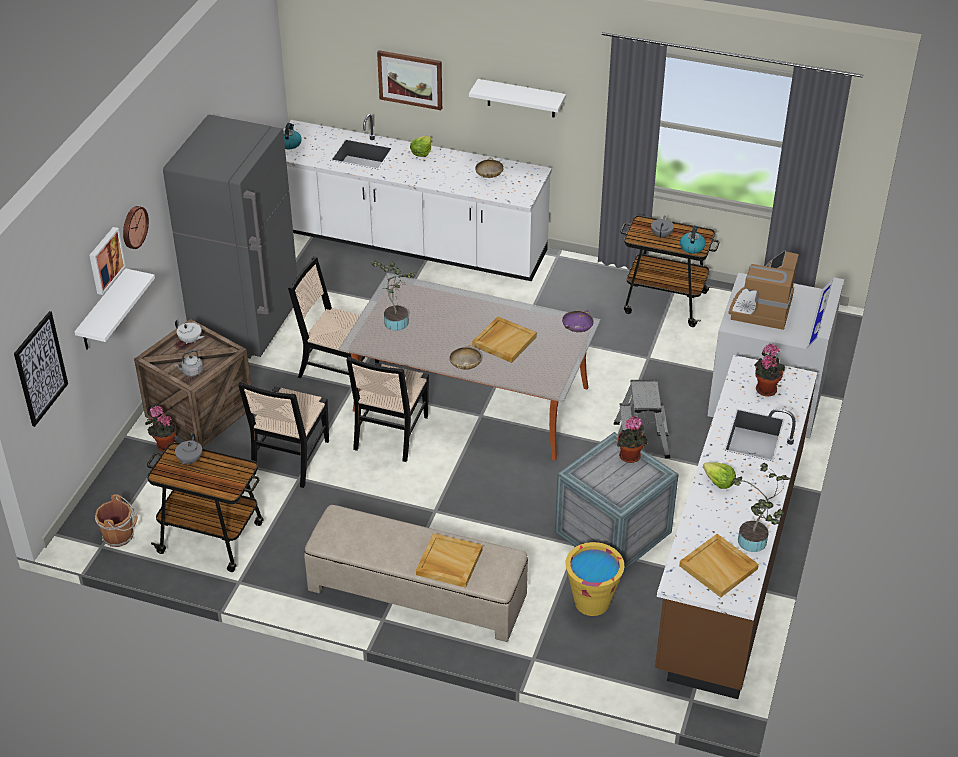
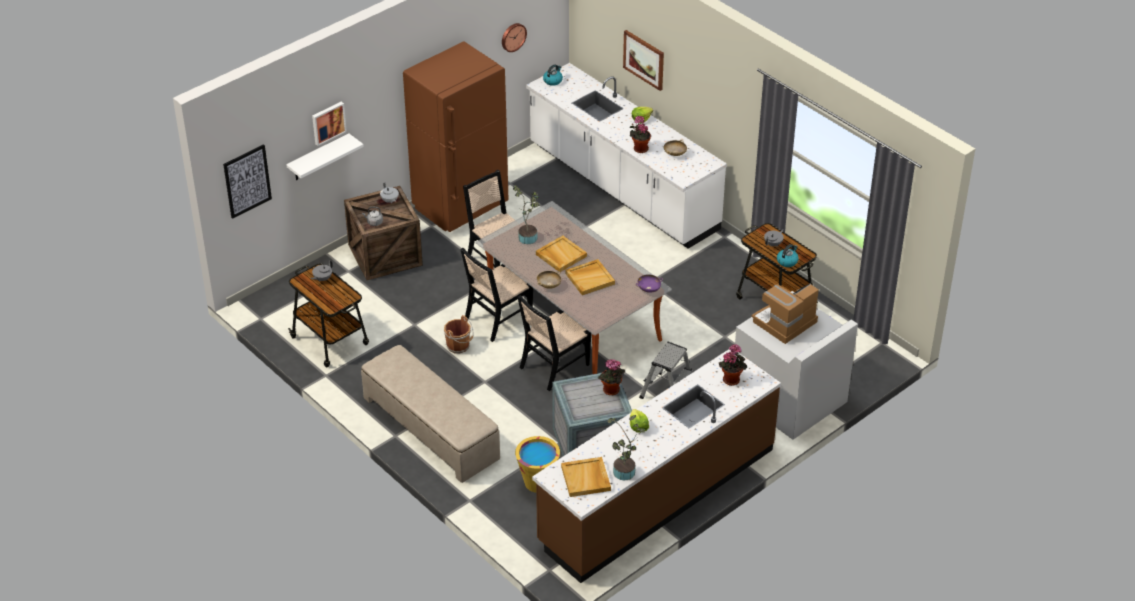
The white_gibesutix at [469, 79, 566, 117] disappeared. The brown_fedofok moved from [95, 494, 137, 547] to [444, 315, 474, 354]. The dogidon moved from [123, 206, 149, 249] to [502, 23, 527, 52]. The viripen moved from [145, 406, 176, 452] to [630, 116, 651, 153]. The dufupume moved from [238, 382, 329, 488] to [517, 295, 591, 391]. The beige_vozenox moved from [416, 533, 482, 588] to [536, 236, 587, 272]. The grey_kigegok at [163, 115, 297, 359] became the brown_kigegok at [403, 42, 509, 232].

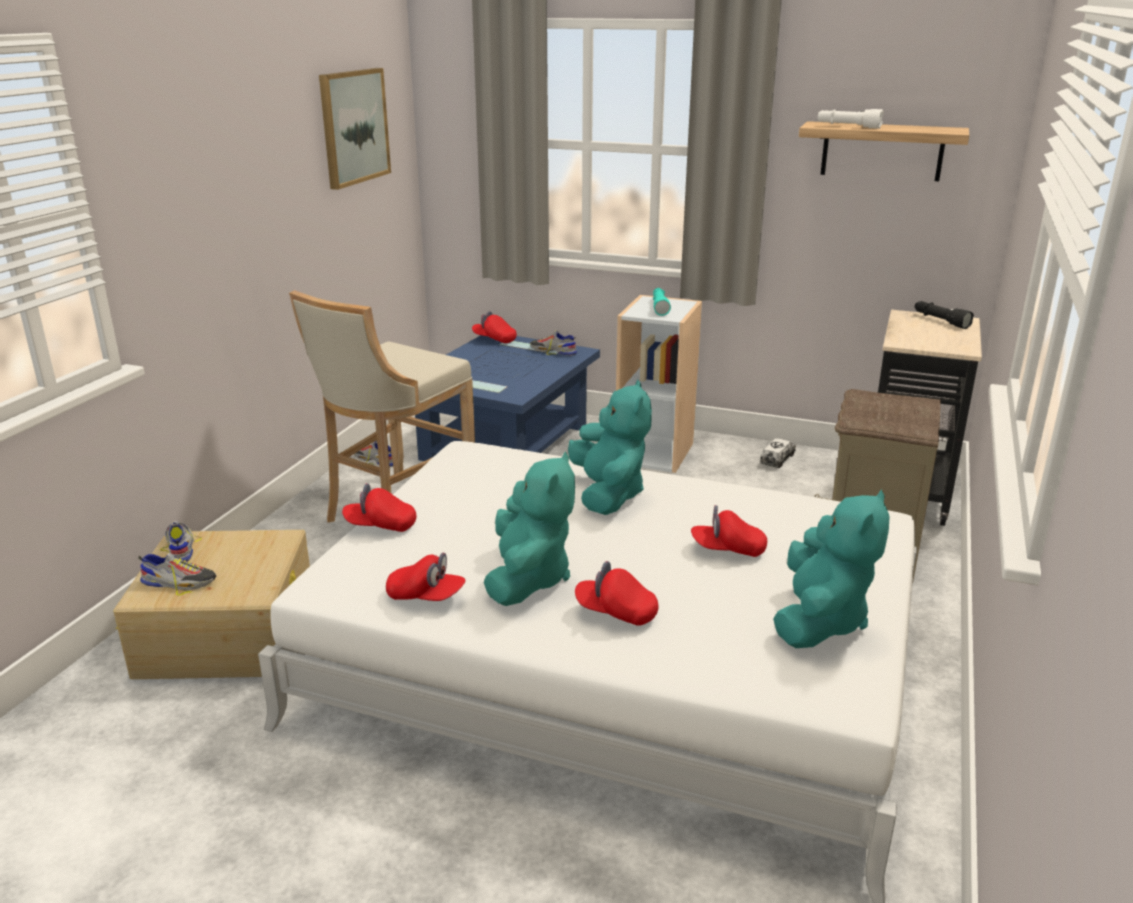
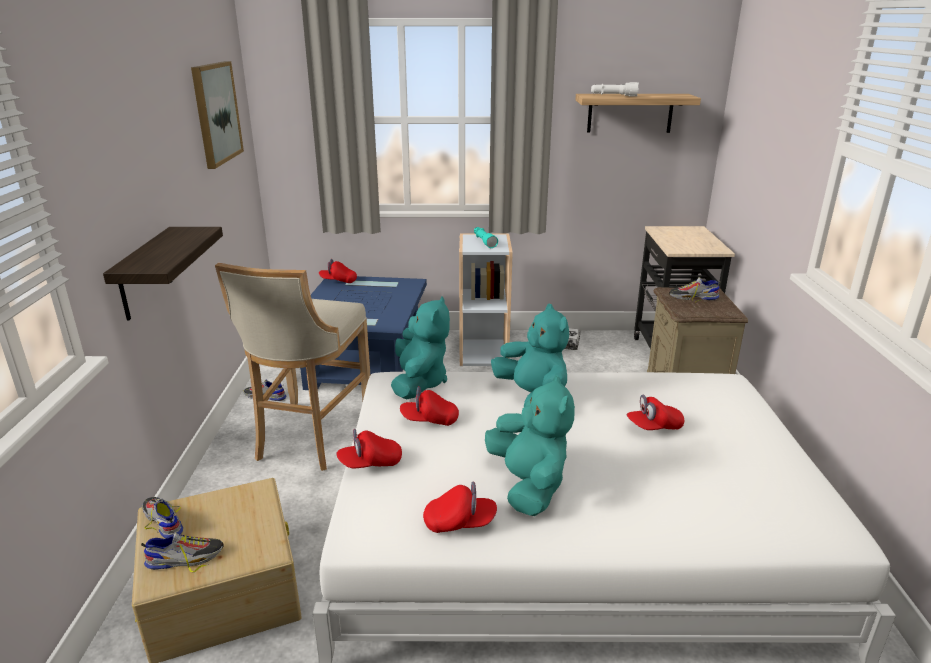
The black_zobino at [915, 301, 974, 329] disappeared. The gibesutix at [103, 227, 223, 321] appeared. The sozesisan moved from [530, 331, 577, 356] to [669, 277, 721, 302]. The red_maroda moved from [575, 561, 658, 626] to [400, 386, 459, 426]. The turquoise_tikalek moved from [773, 489, 890, 648] to [391, 296, 450, 400].

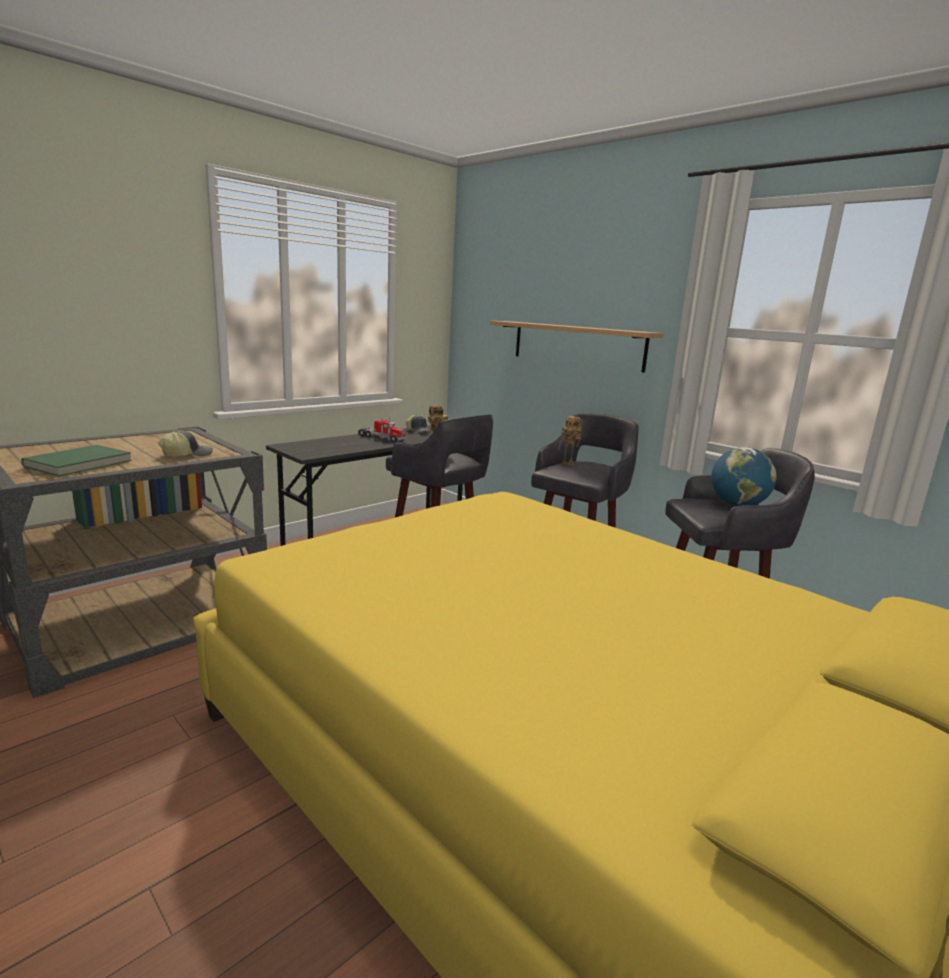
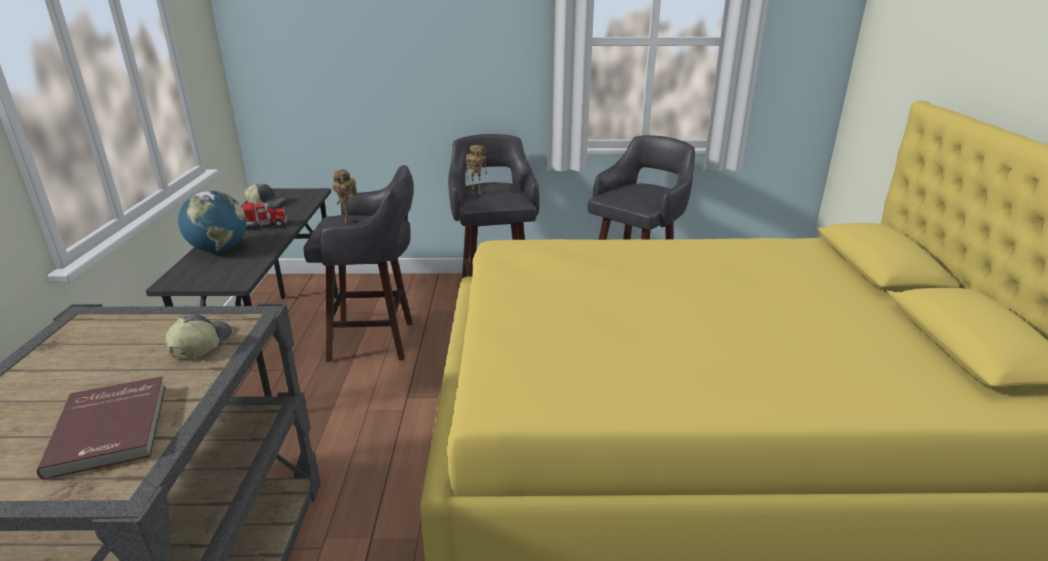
The gibesutix at [490, 321, 664, 373] disappeared. The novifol moved from [711, 447, 776, 506] to [178, 191, 246, 252]. The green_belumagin at [21, 445, 132, 476] became the red_belumagin at [37, 377, 165, 480].

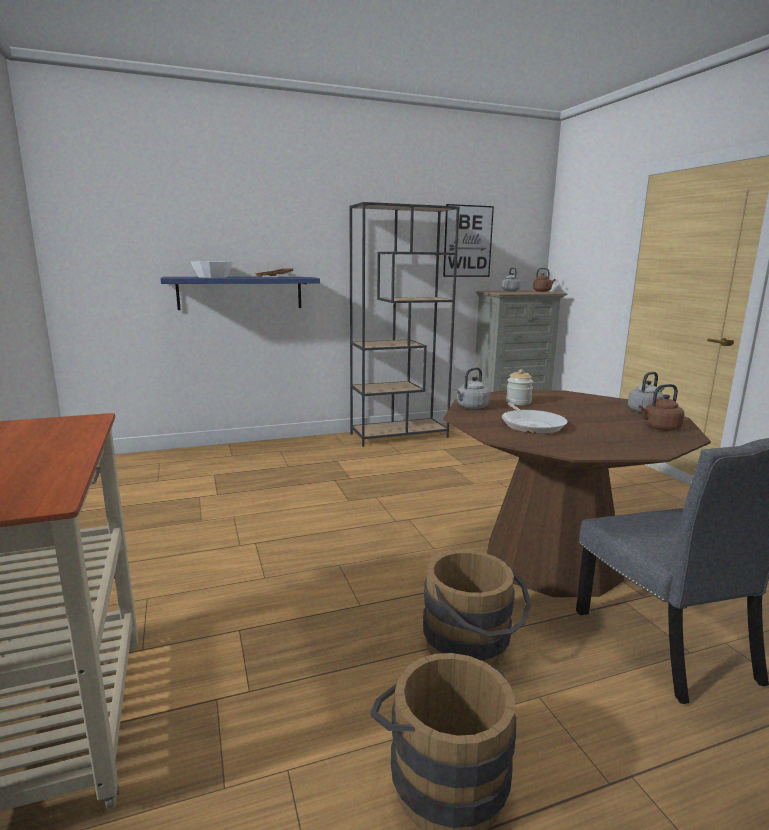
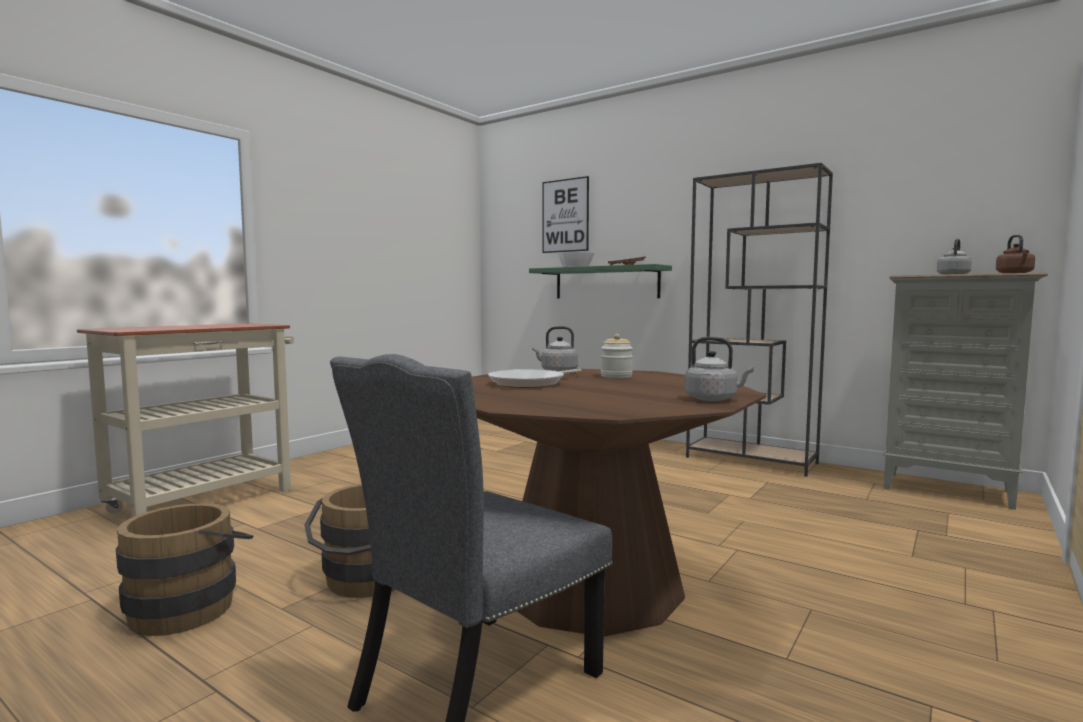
The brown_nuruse at [639, 384, 684, 431] disappeared. The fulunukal moved from [443, 204, 494, 277] to [542, 176, 589, 253]. The blue_gibesutix at [161, 277, 320, 310] became the green_gibesutix at [529, 264, 672, 298].

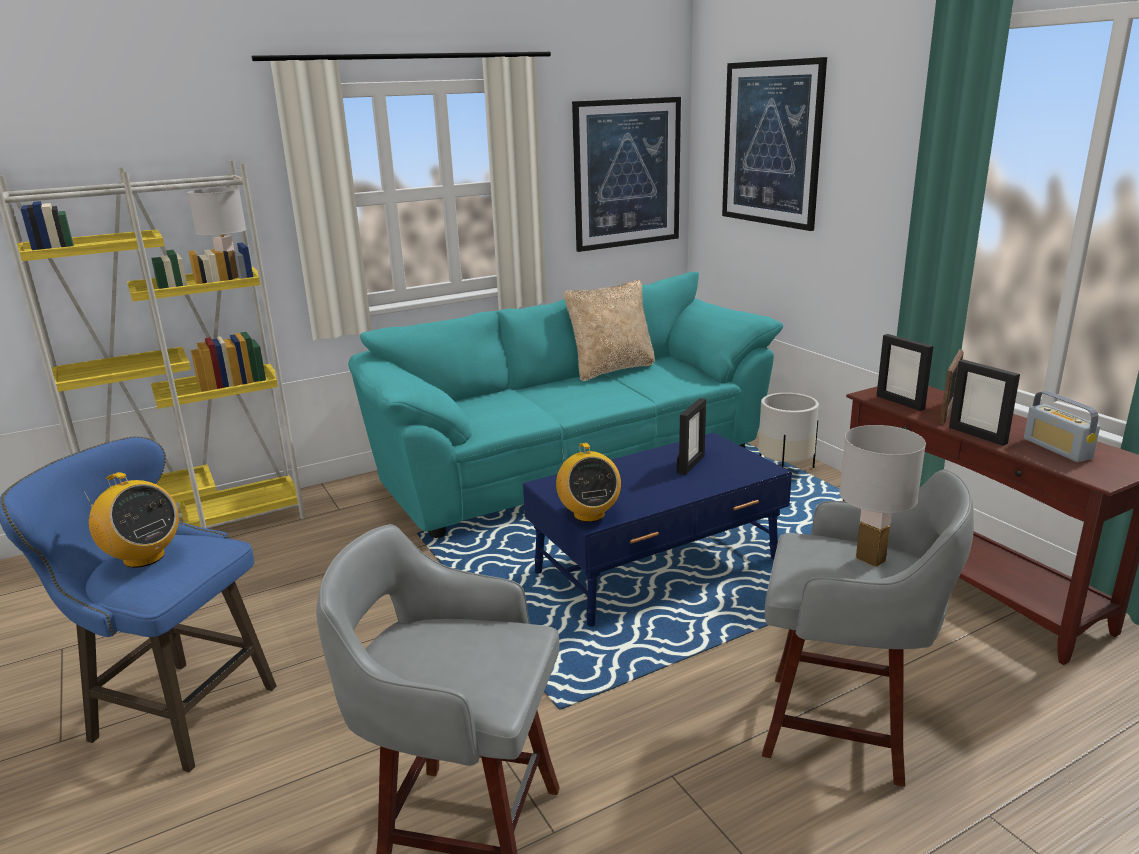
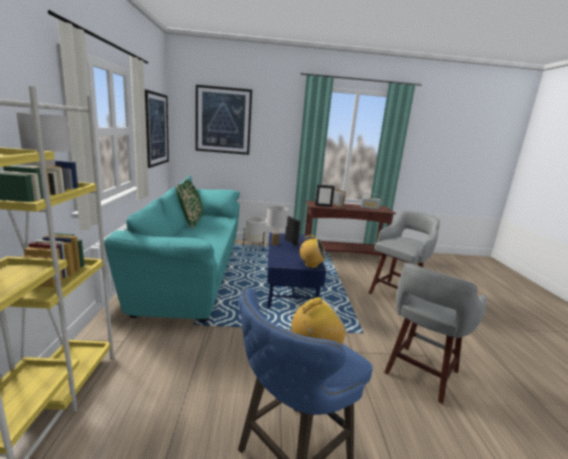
The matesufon at [949, 359, 1020, 446] disappeared. The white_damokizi moved from [839, 425, 926, 567] to [266, 206, 288, 245]. The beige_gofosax at [563, 279, 655, 381] became the green_gofosax at [176, 179, 203, 229].

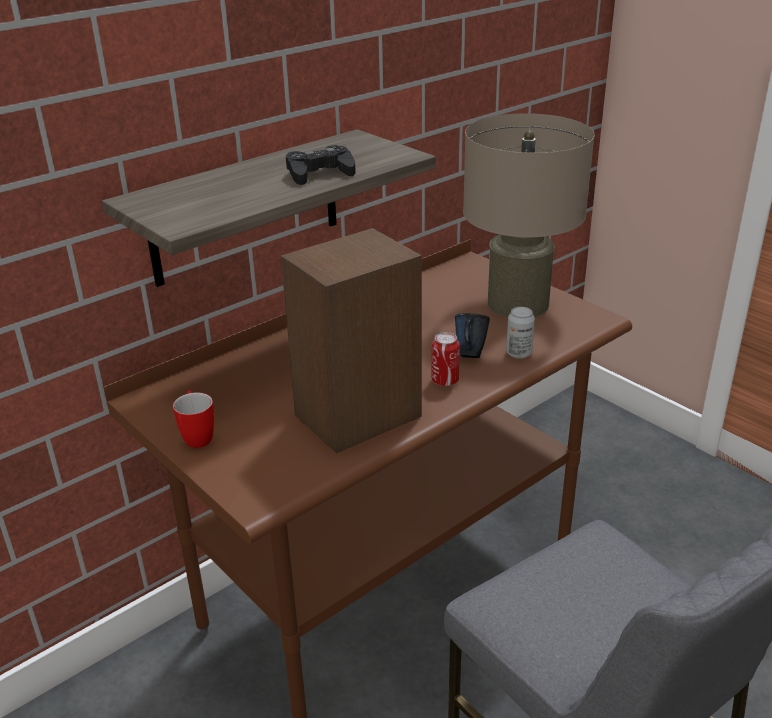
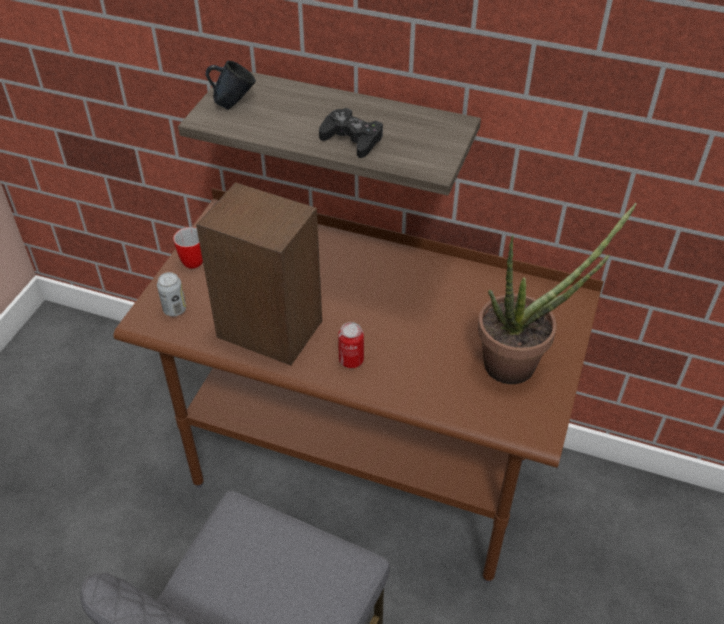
The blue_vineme moved from [455, 313, 490, 358] to [206, 61, 256, 110]. The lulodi moved from [506, 307, 535, 359] to [157, 272, 186, 316]. The beige_damokizi at [463, 113, 595, 317] was replaced by the viripen at [478, 203, 637, 384].

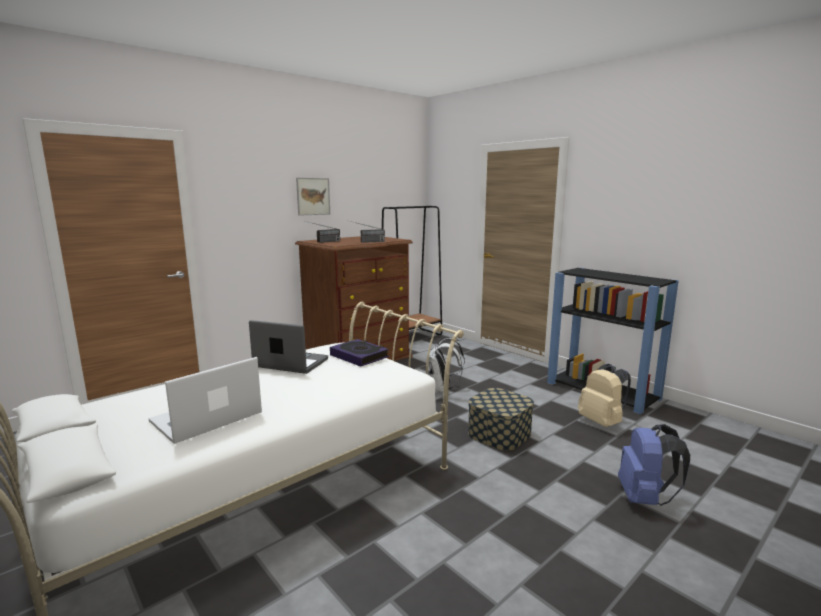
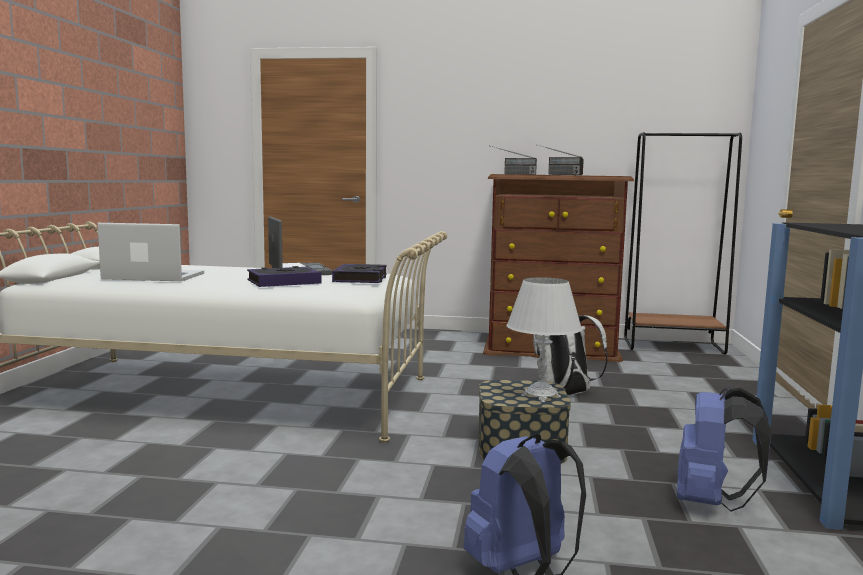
The fulunukal at [296, 178, 330, 216] disappeared. The belumagin at [247, 266, 322, 287] appeared. The white_damokizi at [507, 277, 582, 402] appeared. The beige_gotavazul at [578, 364, 631, 427] became the blue_gotavazul at [677, 386, 772, 512].

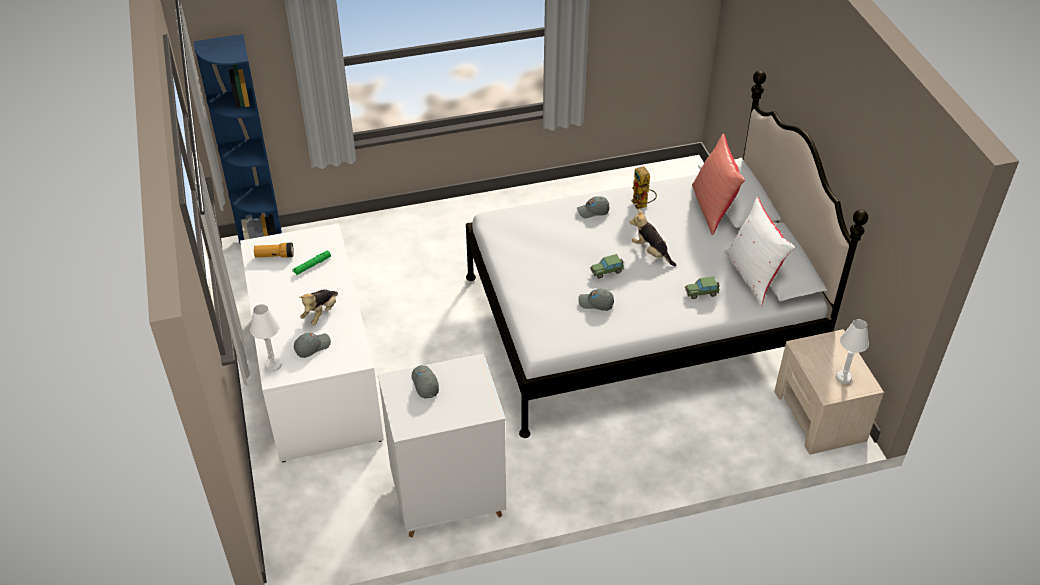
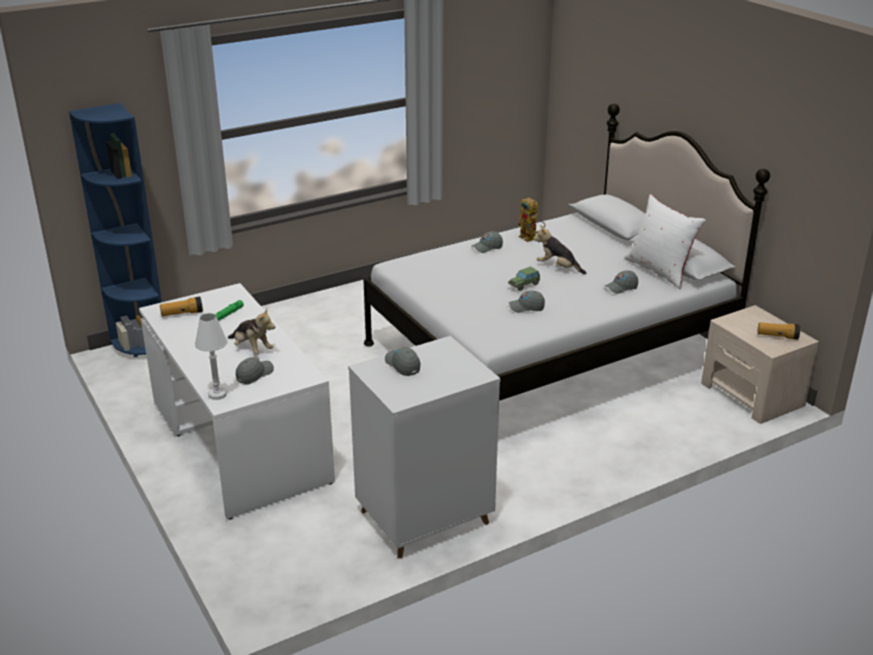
The red_gofosax at [692, 134, 745, 235] disappeared. The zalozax at [685, 277, 719, 299] was replaced by the grey_maroda at [605, 271, 638, 294]. The white_damokizi at [836, 319, 869, 384] was replaced by the zobino at [758, 322, 800, 340]. The tikalek at [299, 289, 338, 325] turned 60 degrees counterclockwise.

